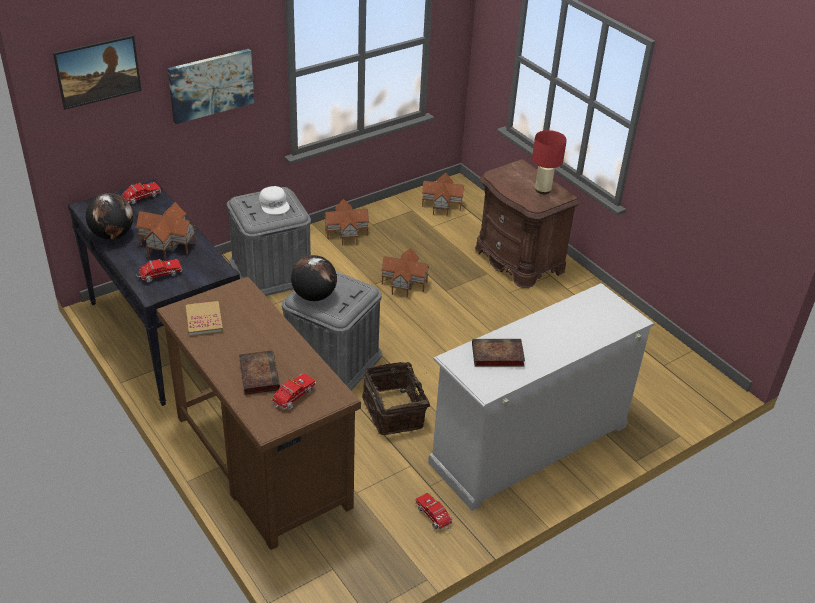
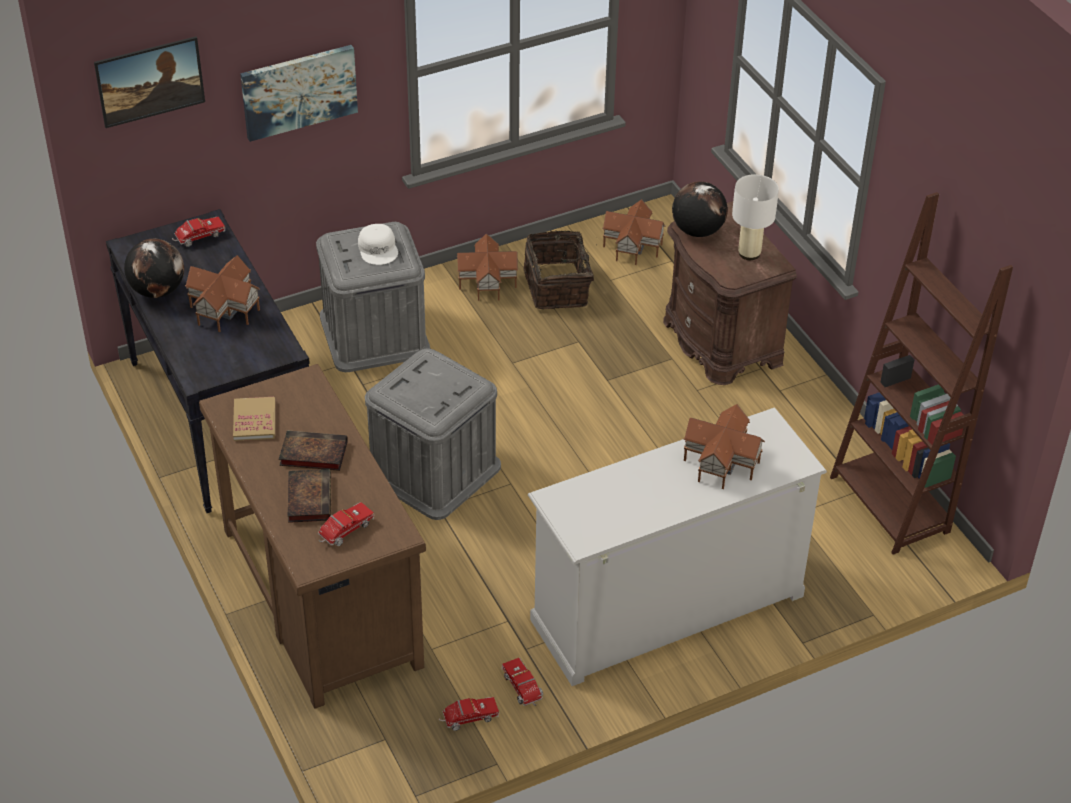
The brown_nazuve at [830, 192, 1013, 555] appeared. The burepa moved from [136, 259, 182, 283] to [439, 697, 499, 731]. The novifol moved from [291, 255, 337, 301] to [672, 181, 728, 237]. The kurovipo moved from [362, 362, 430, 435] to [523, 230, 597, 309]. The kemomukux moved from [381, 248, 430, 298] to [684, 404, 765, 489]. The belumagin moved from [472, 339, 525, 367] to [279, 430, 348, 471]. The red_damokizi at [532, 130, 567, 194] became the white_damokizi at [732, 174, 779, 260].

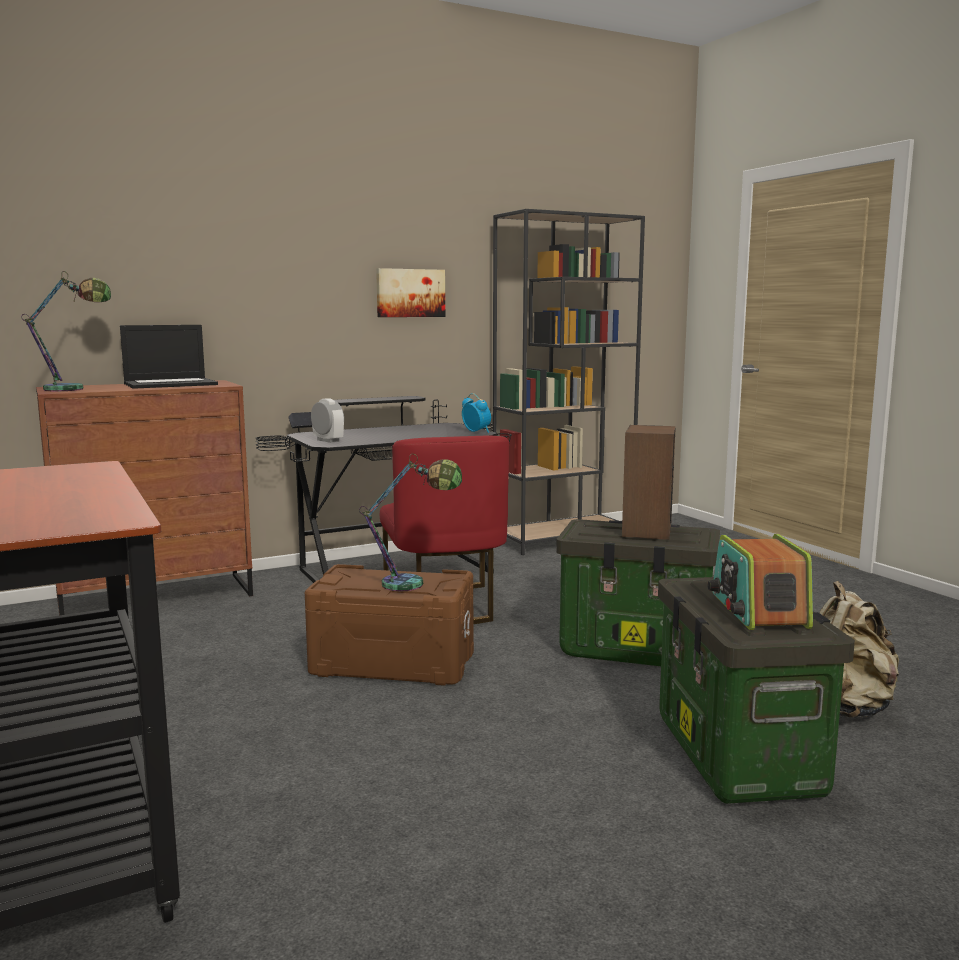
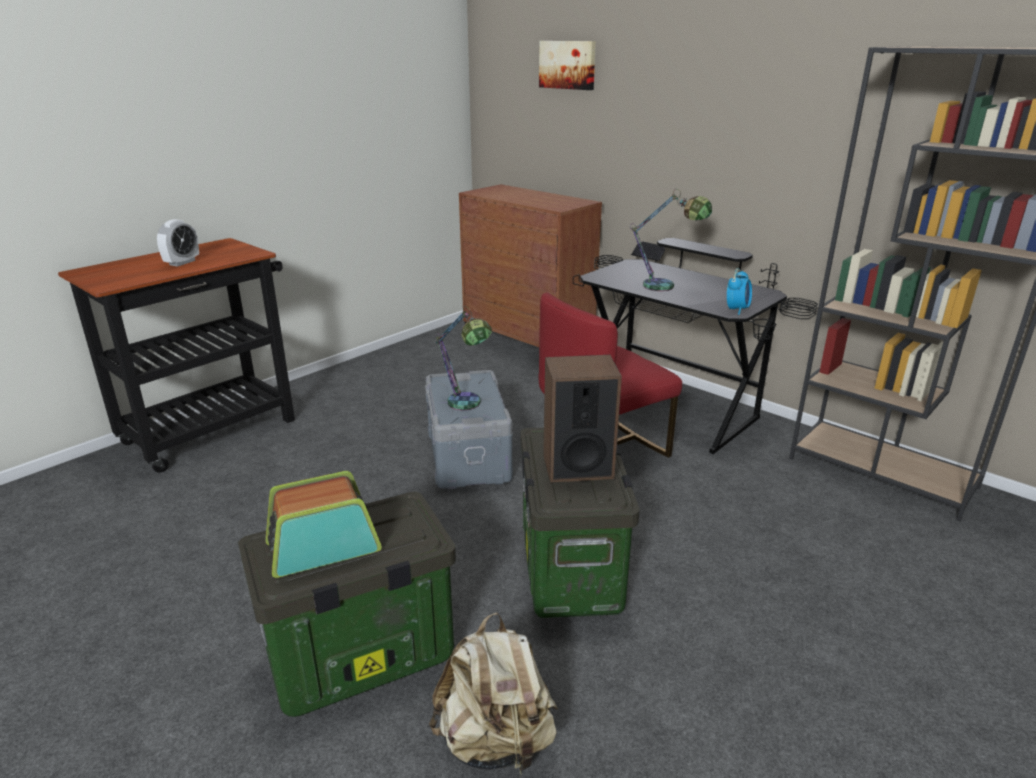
The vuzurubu at [120, 325, 218, 389] disappeared. The damokizi moved from [21, 271, 111, 391] to [630, 189, 712, 291]. The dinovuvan moved from [311, 398, 344, 443] to [157, 219, 199, 267]. The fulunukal moved from [376, 268, 445, 317] to [539, 41, 596, 90]. The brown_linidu at [305, 564, 474, 686] became the grey_linidu at [425, 370, 513, 489].

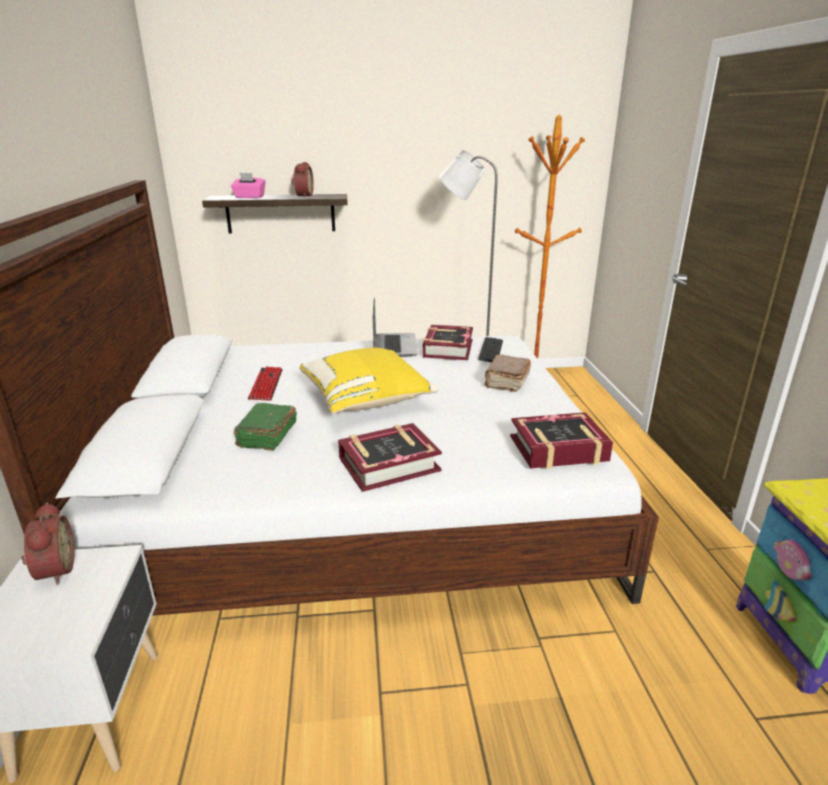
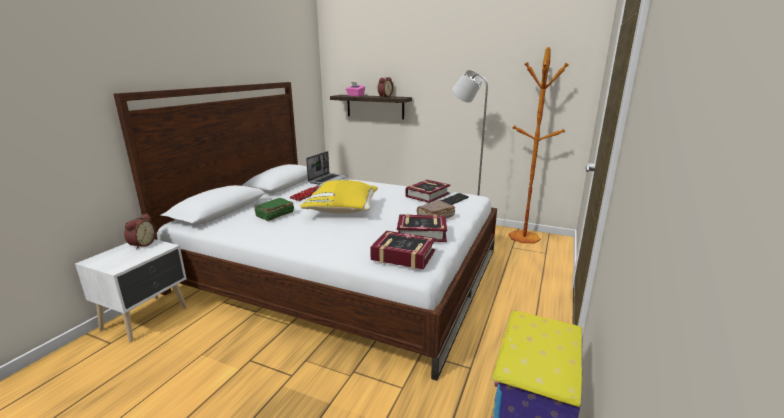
The belumagin moved from [338, 423, 442, 492] to [397, 214, 447, 242]. The vuzurubu moved from [373, 297, 418, 357] to [306, 151, 348, 185].

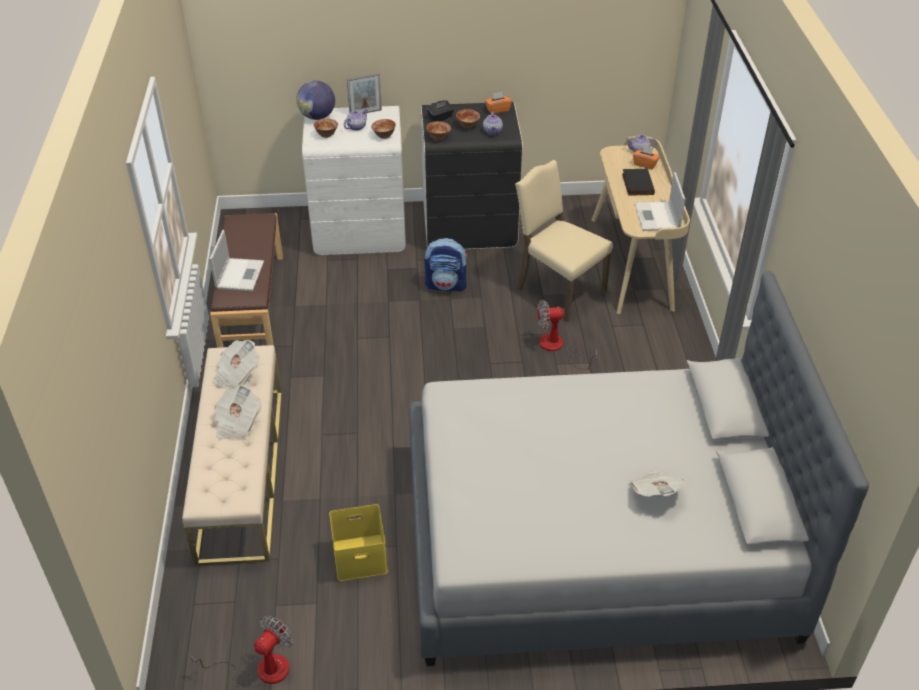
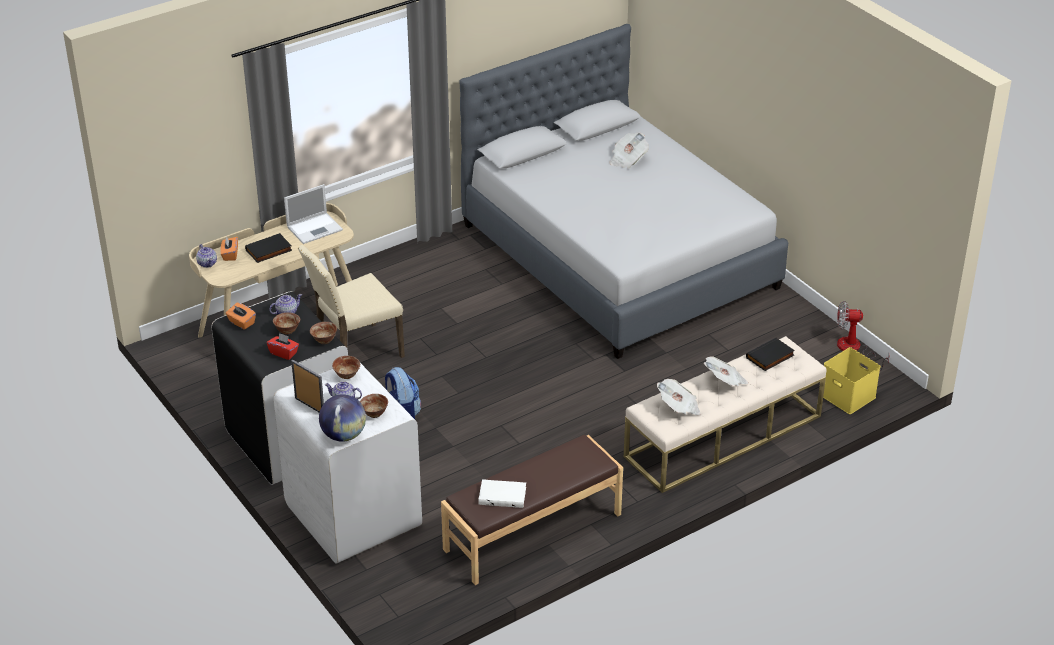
The vuzurubu at [210, 230, 264, 291] disappeared. The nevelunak at [537, 300, 597, 370] disappeared. The white_belumagin at [478, 479, 526, 508] appeared. The black_belumagin at [746, 338, 795, 371] appeared. The yellow_linidu moved from [329, 504, 388, 581] to [823, 347, 881, 414]. The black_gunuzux at [426, 100, 454, 122] became the red_gunuzux at [267, 333, 299, 360]. The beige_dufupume at [515, 160, 613, 322] turned 45 degrees clockwise.

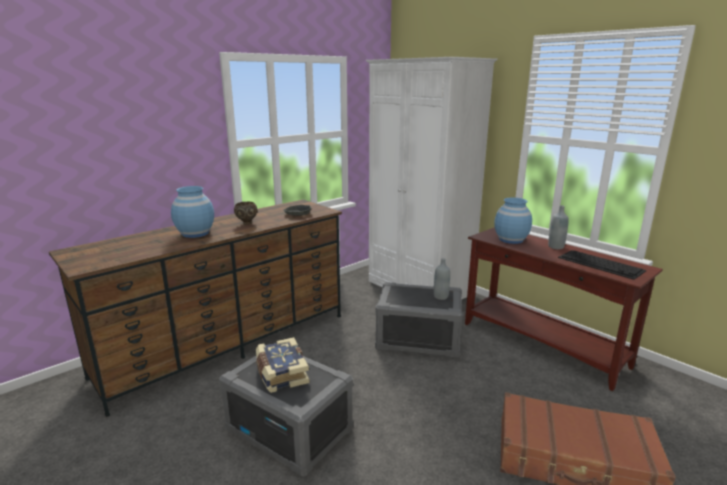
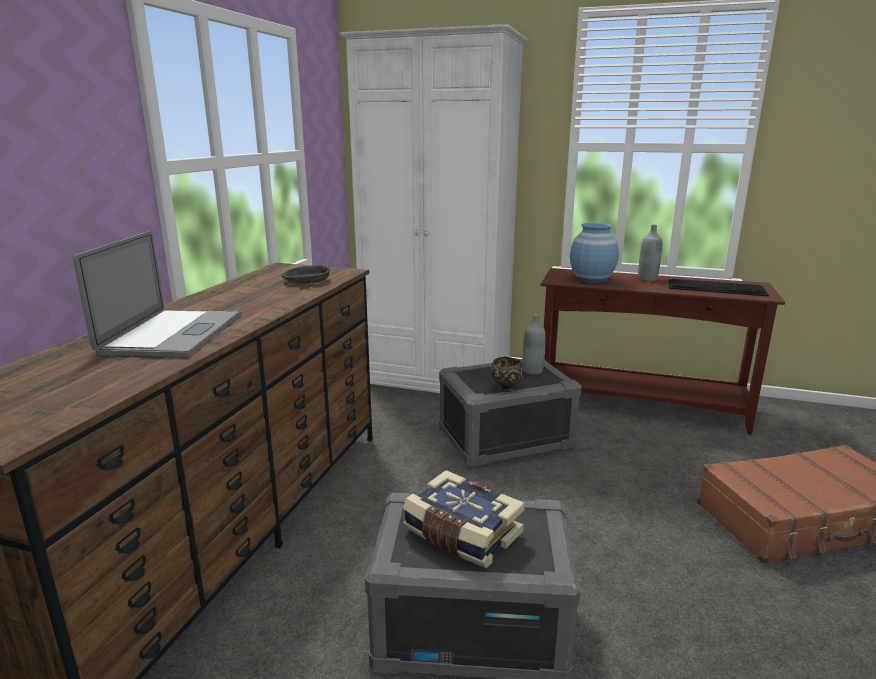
The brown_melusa moved from [234, 202, 257, 225] to [490, 357, 525, 392]. The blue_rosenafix at [171, 186, 214, 238] was replaced by the vuzurubu at [73, 231, 241, 357].

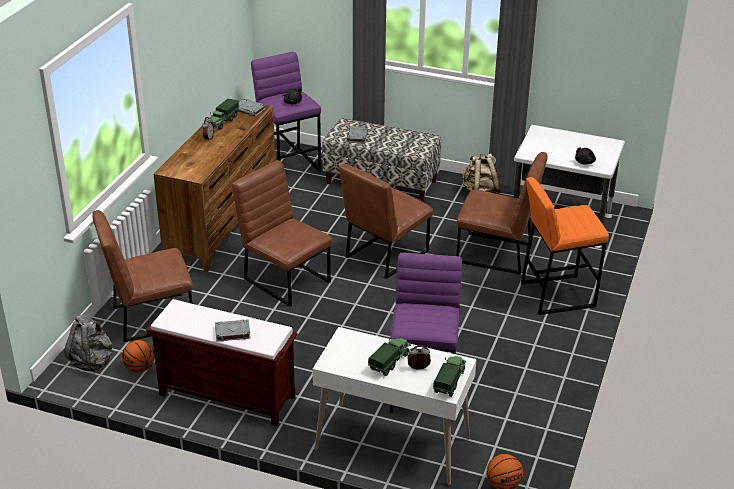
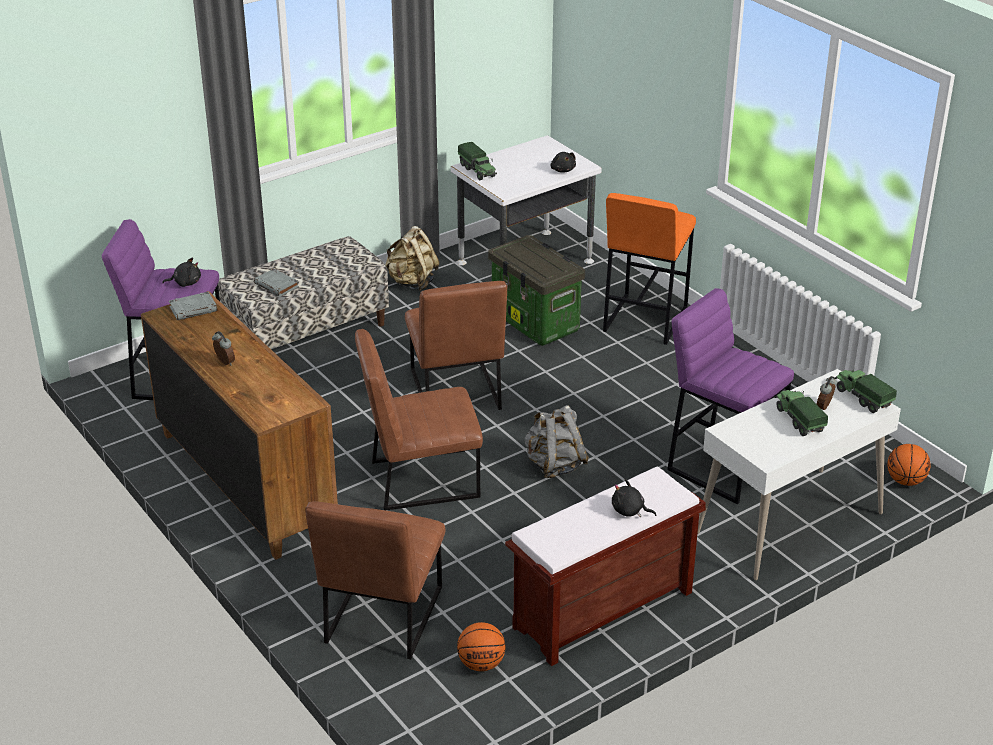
The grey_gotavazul moved from [64, 315, 113, 372] to [524, 405, 589, 478]. The burepa moved from [210, 99, 239, 130] to [458, 142, 497, 180]. The grey_belumagin at [215, 319, 251, 342] was replaced by the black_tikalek at [612, 479, 656, 517]. The brown_dufupume at [456, 152, 547, 275] was replaced by the linidu at [488, 235, 585, 346].

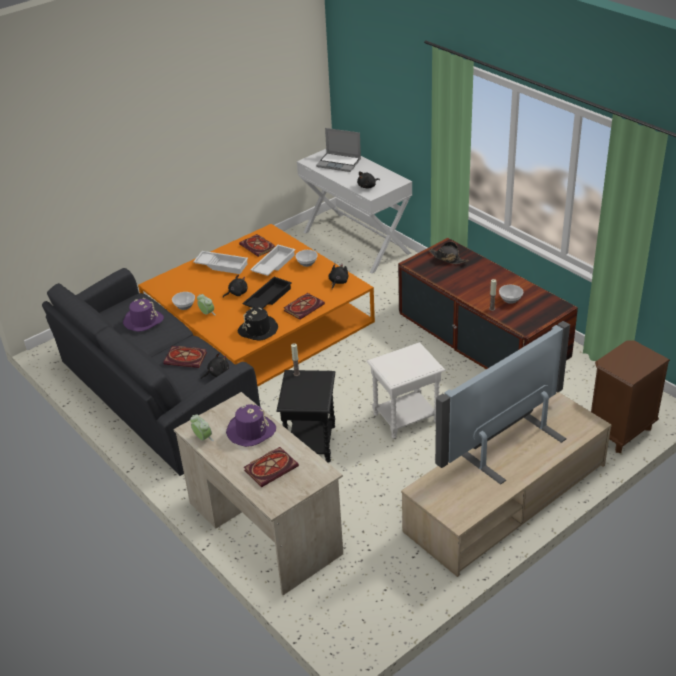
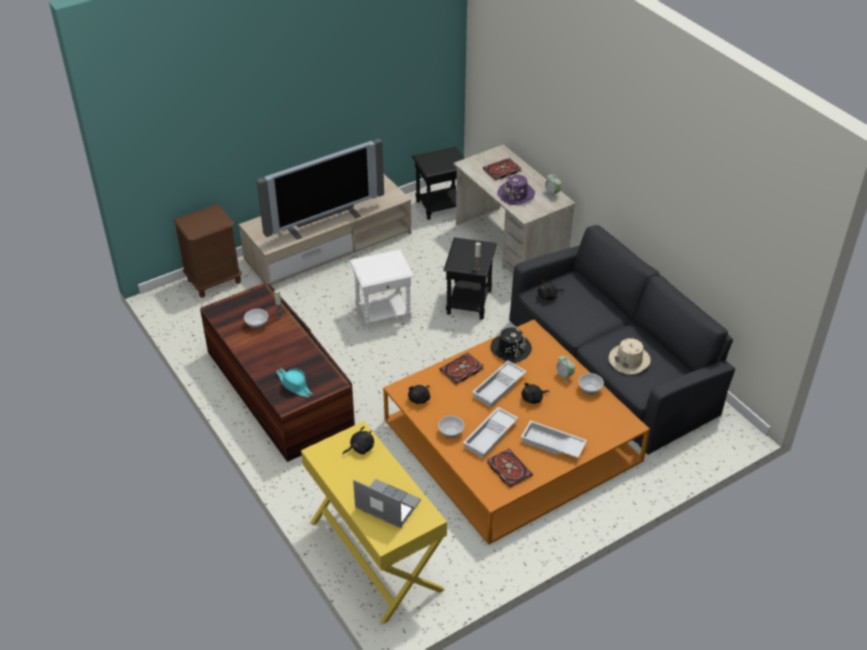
The belumagin at [163, 346, 207, 368] disappeared. The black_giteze at [412, 147, 465, 220] appeared. The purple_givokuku at [123, 298, 164, 332] became the beige_givokuku at [608, 338, 651, 375]. The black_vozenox at [242, 277, 292, 308] became the white_vozenox at [472, 361, 527, 408]. The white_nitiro at [297, 149, 412, 274] became the yellow_nitiro at [301, 421, 447, 624]. The black_givokuku at [429, 241, 469, 264] became the turquoise_givokuku at [276, 368, 313, 398].

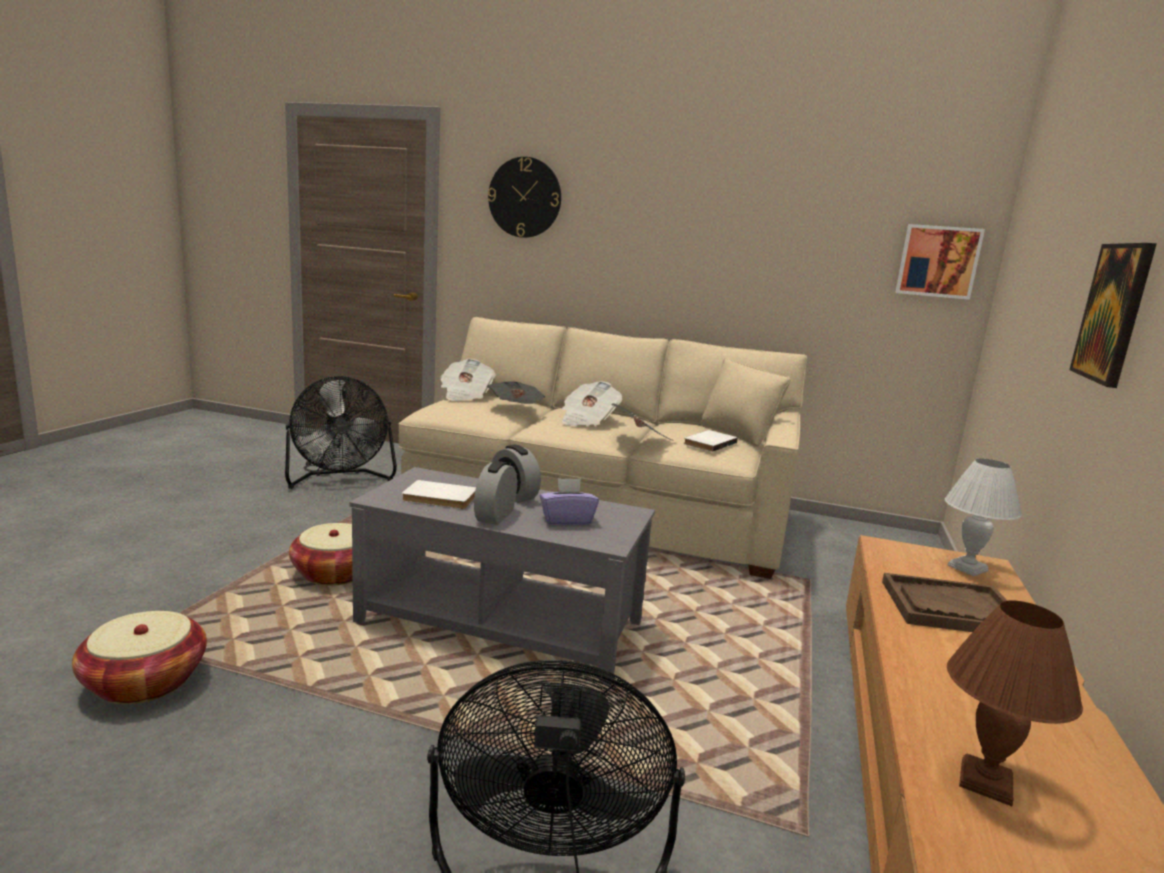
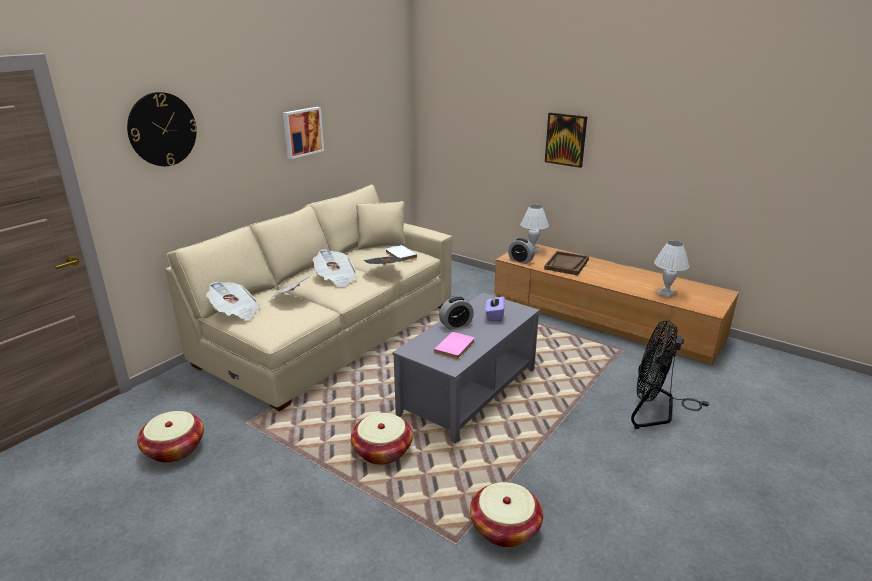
The dinovuvan moved from [474, 461, 517, 525] to [508, 238, 535, 264]. The fulunukal moved from [895, 224, 985, 300] to [283, 107, 324, 159]. The black_nevelunak at [285, 376, 397, 489] was replaced by the kurovipo at [137, 411, 204, 463]. The white_belumagin at [402, 480, 476, 509] became the pink_belumagin at [434, 332, 475, 360]. The brown_damokizi at [947, 600, 1083, 806] became the white_damokizi at [654, 241, 689, 298].

